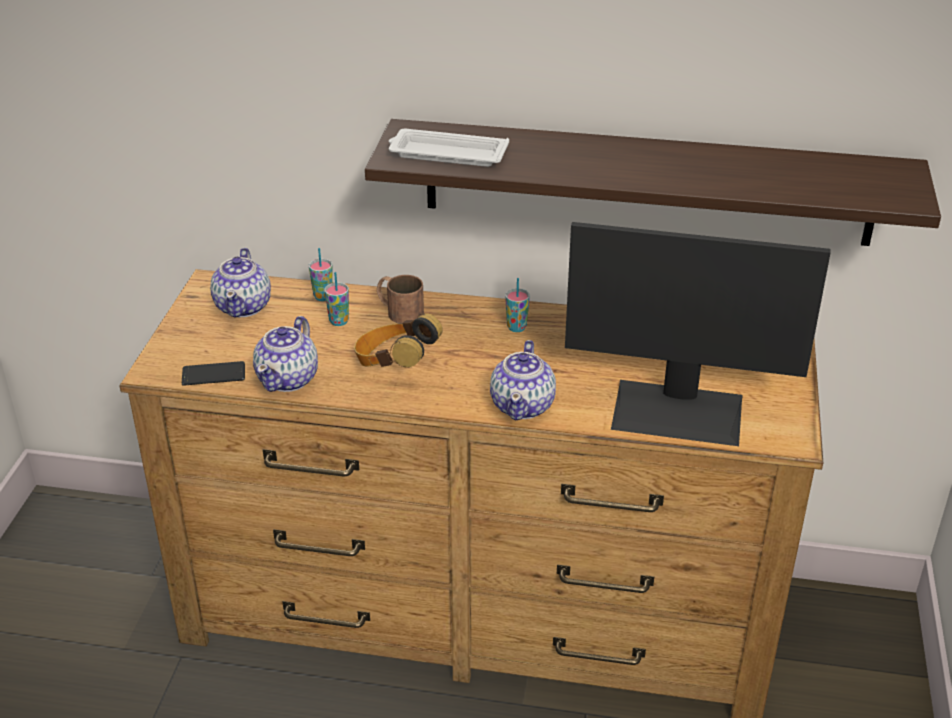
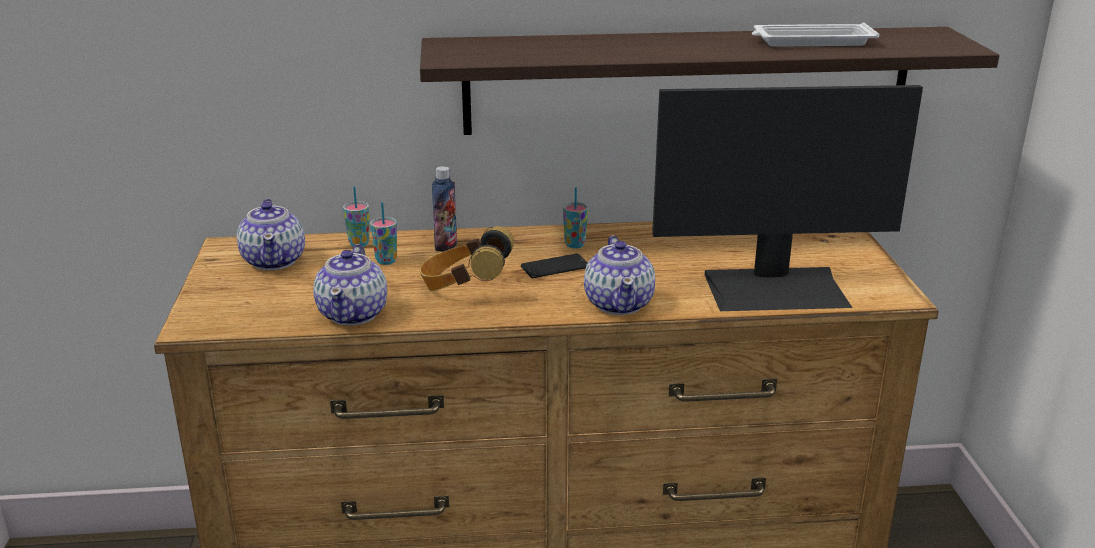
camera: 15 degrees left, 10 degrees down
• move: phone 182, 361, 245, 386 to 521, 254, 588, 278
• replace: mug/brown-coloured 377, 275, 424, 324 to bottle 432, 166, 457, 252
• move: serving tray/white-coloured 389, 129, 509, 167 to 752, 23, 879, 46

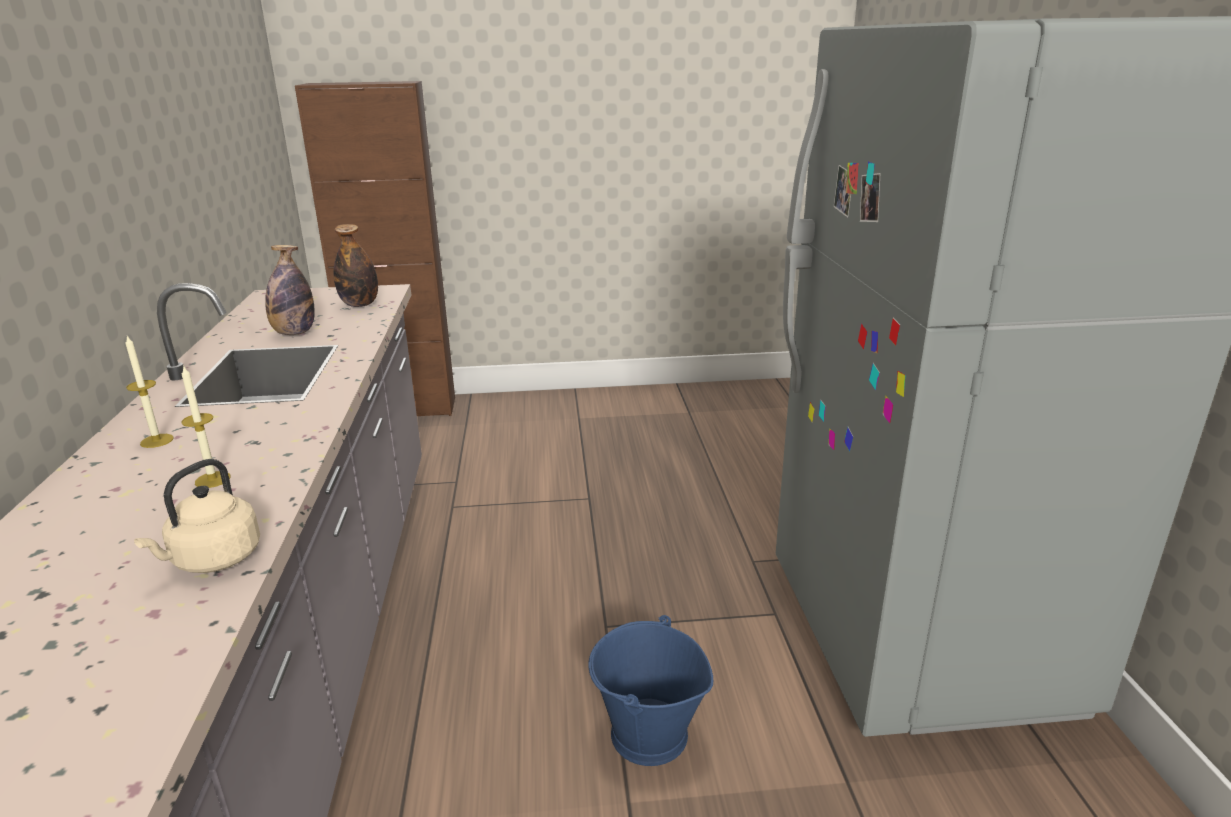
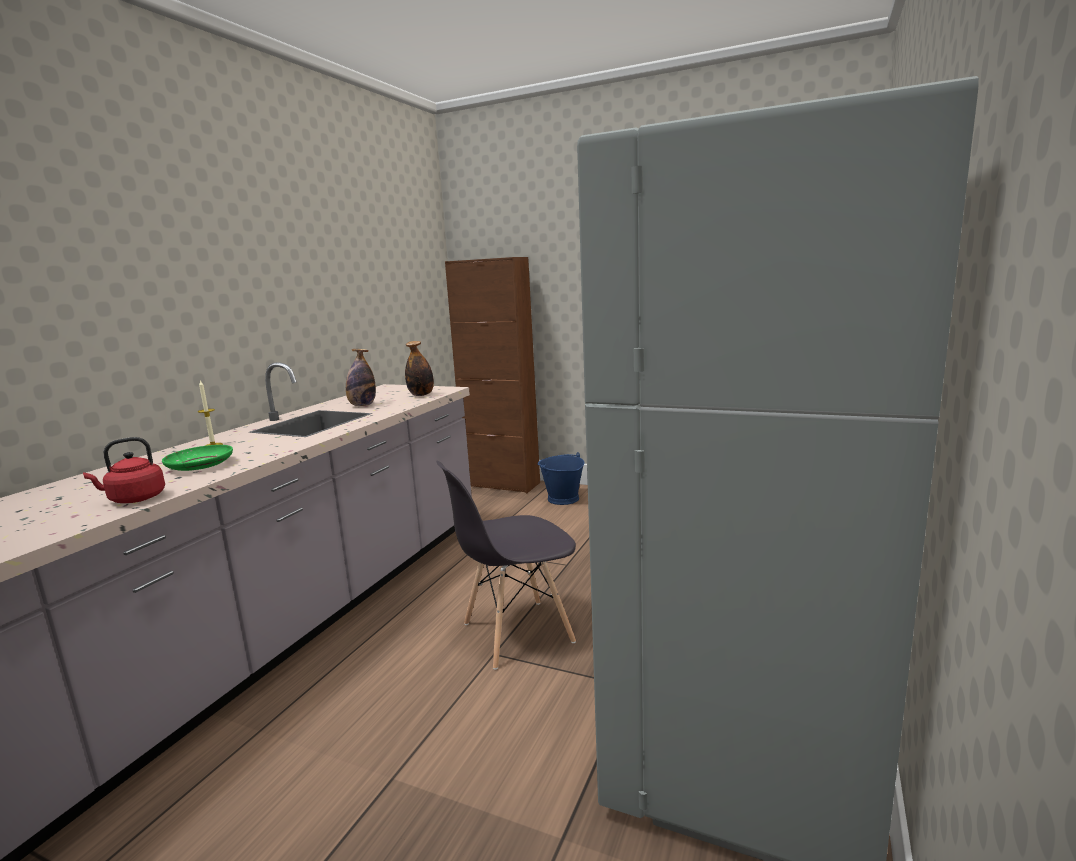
camera: 30 degrees right, 10 degrees down
• recolor: tea kettle/sand-coloured 134, 459, 260, 573 to tea kettle/red-coloured 83, 437, 165, 503
• replace: wax light 182, 365, 231, 488 to dinner plate/green-coloured 162, 445, 233, 471
• move: bucket/bluish 588, 615, 713, 766 to 537, 452, 584, 505
• insert: upright chair/gray 437, 461, 576, 670

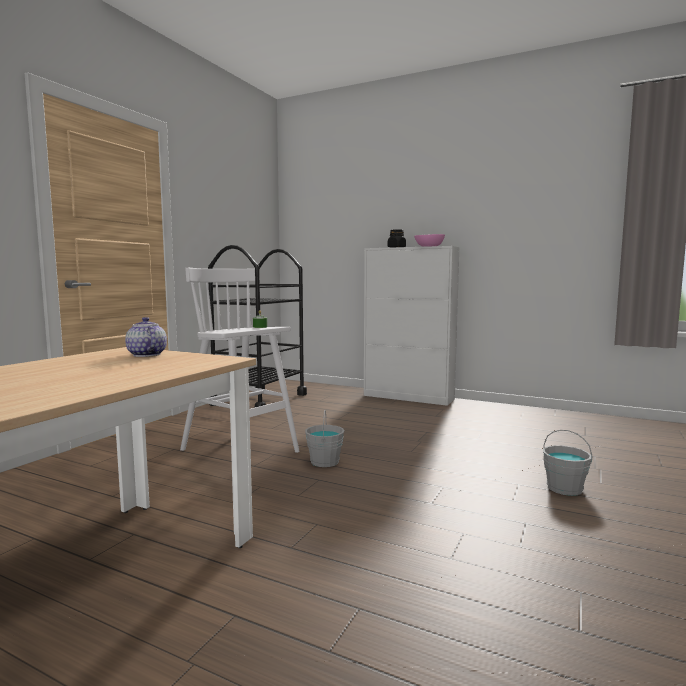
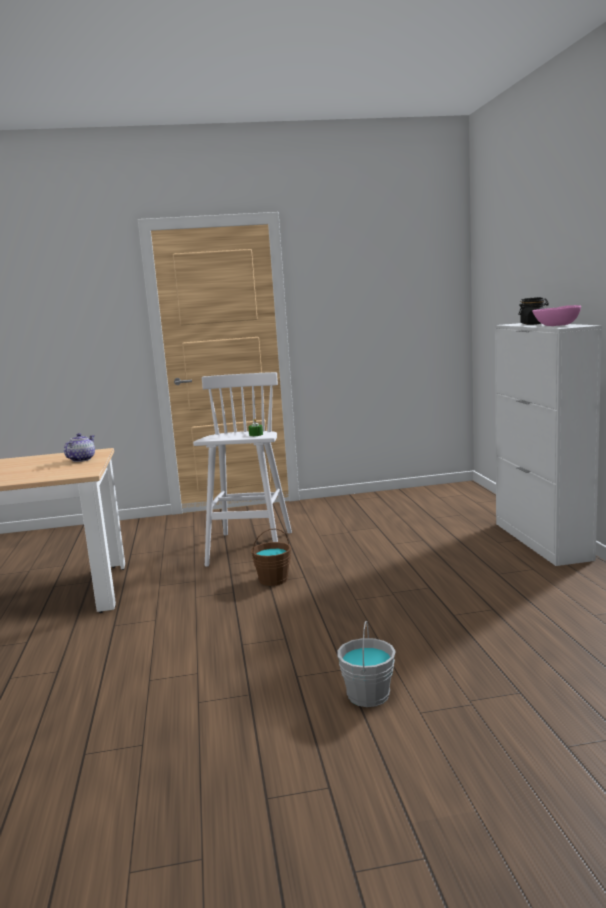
camera: 55 degrees right, 5 degrees up
• delete: trolley/blackish 208, 245, 307, 407
• recolor: bucket/gray 305, 410, 345, 467 to bucket/brown-coloured 251, 528, 291, 586

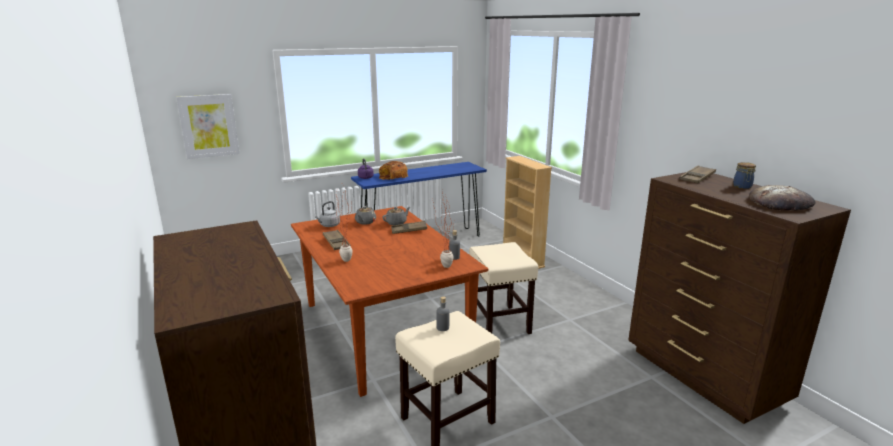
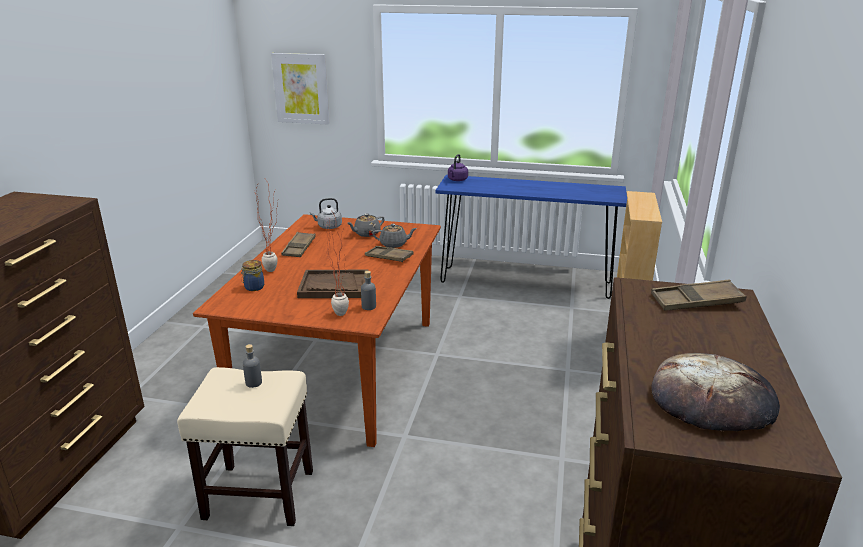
camera: 40 degrees right, 5 degrees up
• delete: bread 379, 161, 408, 180
• delete: sitting stool/sand-coloured 469, 242, 538, 334
• move: jar 733, 162, 756, 189 to 241, 260, 264, 291
• insert: serving tray/brown-coloured 297, 270, 368, 298

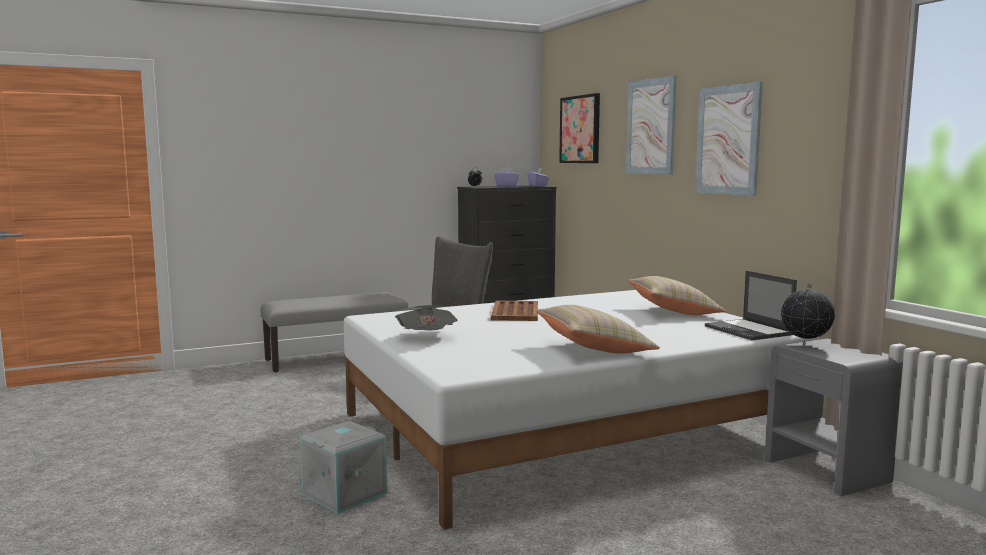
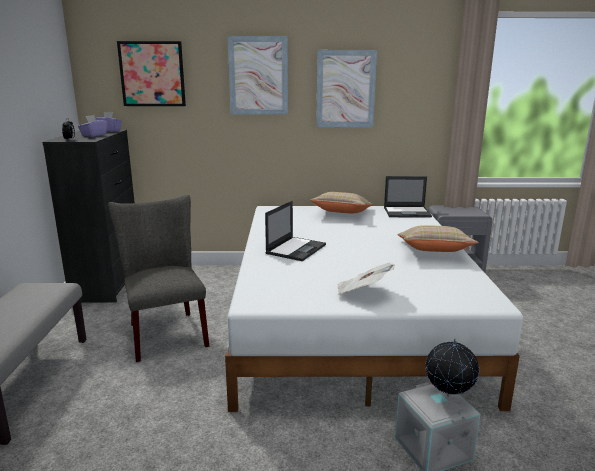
camera: 65 degrees left, 10 degrees up
• replace: serving tray/brown-coloured 491, 301, 538, 321 to laptop 265, 201, 326, 261
• move: globe 781, 283, 835, 345 to 426, 339, 479, 397

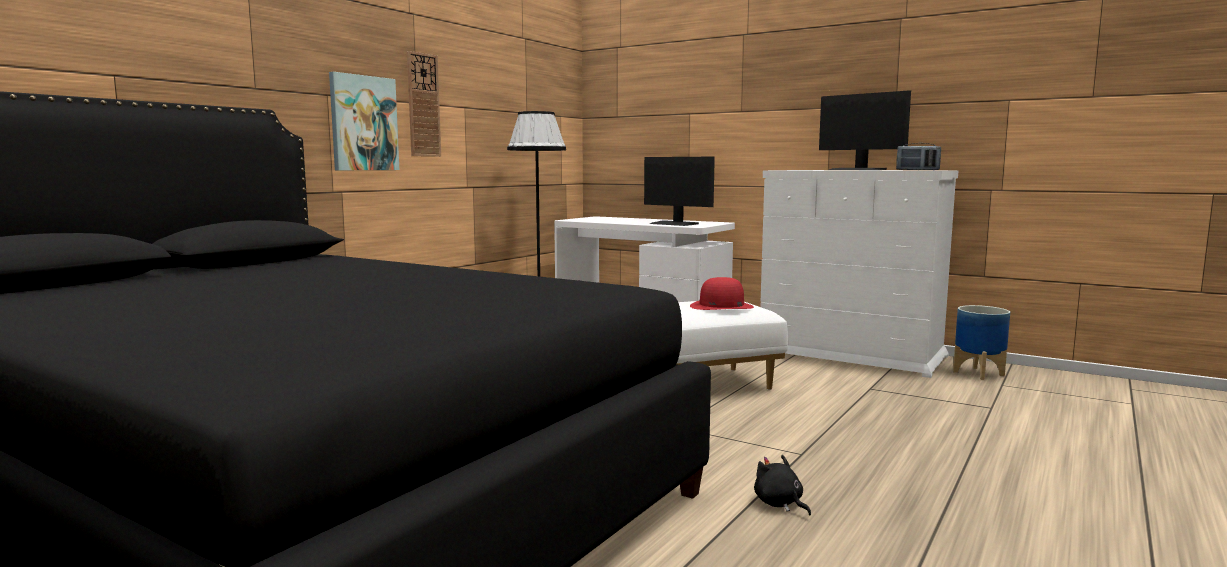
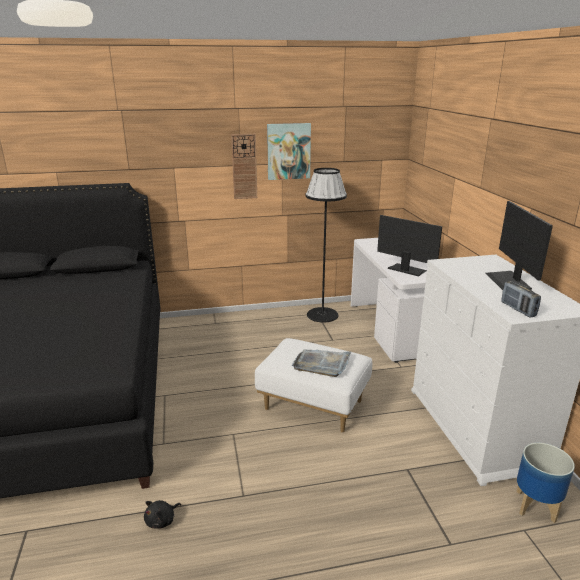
camera: 45 degrees right, 15 degrees up
• move: wall picture 329, 72, 399, 170 to 267, 123, 311, 180
• rotate: computer display 644, 157, 715, 226 = 377, 215, 442, 277 135 degrees clockwise
• replace: wearable hat/red-coloured 690, 277, 754, 310 to serving tray/gray 292, 349, 352, 377
• rotate: soft toy/blackish 754, 455, 811, 516 = 144, 500, 181, 529 150 degrees counterclockwise

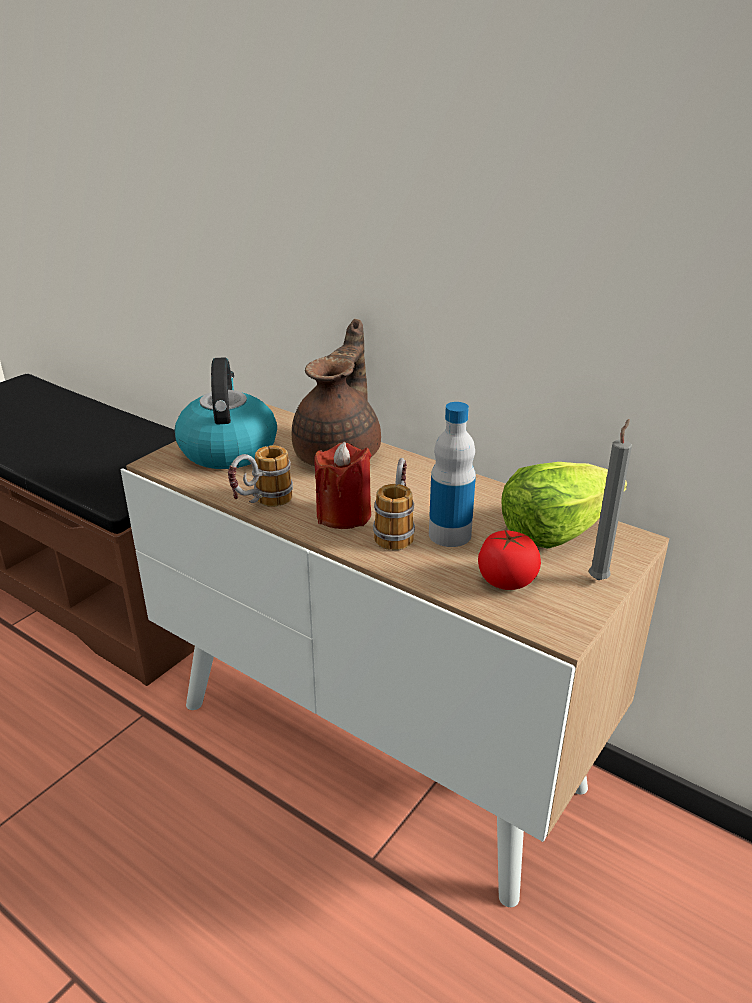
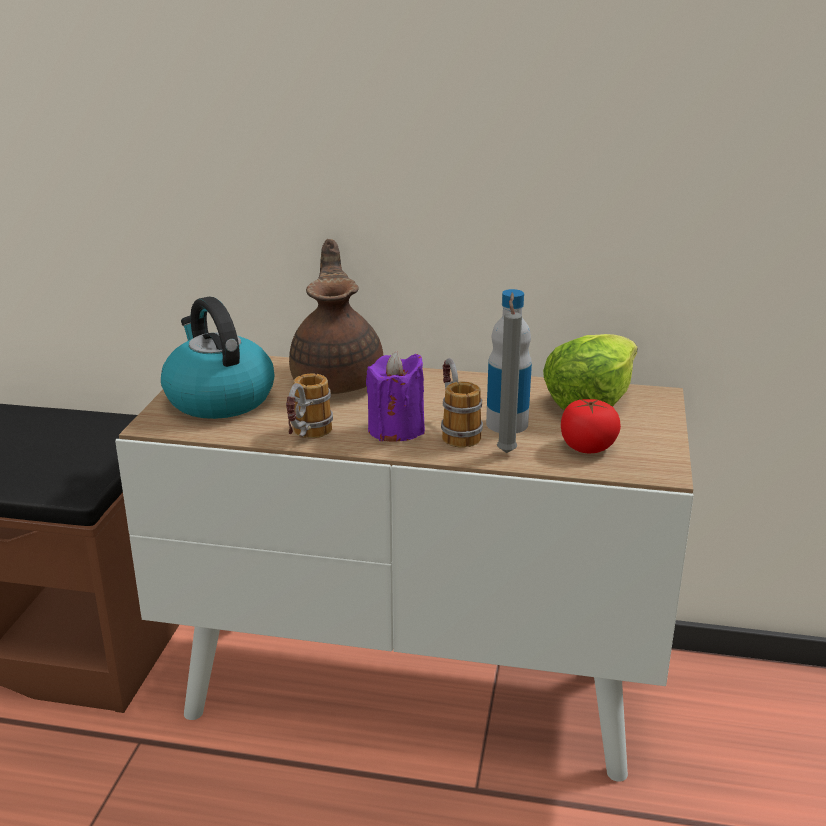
camera: 25 degrees left, 5 degrees down
• recolor: wax light/red-coloured 314, 442, 372, 529 to wax light/purplish 366, 351, 425, 442
• move: wax light/gray 589, 419, 632, 580 to 497, 292, 522, 453

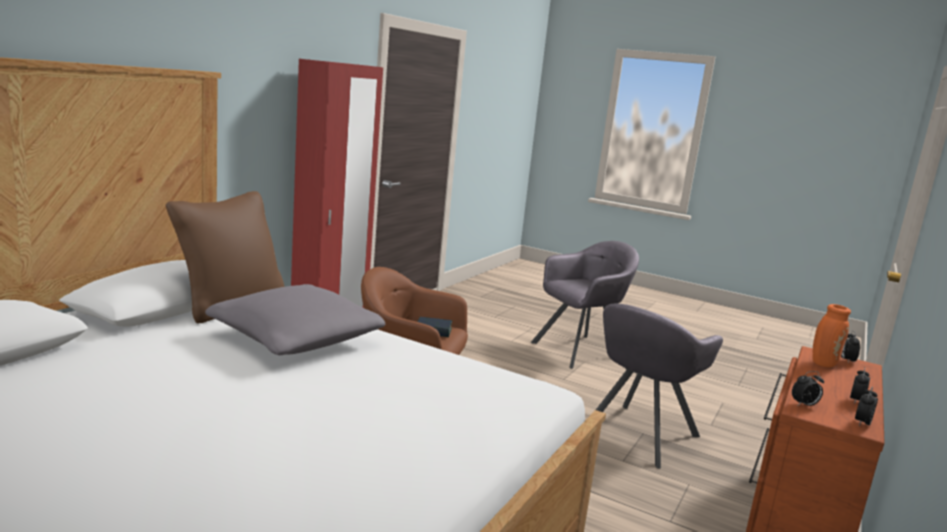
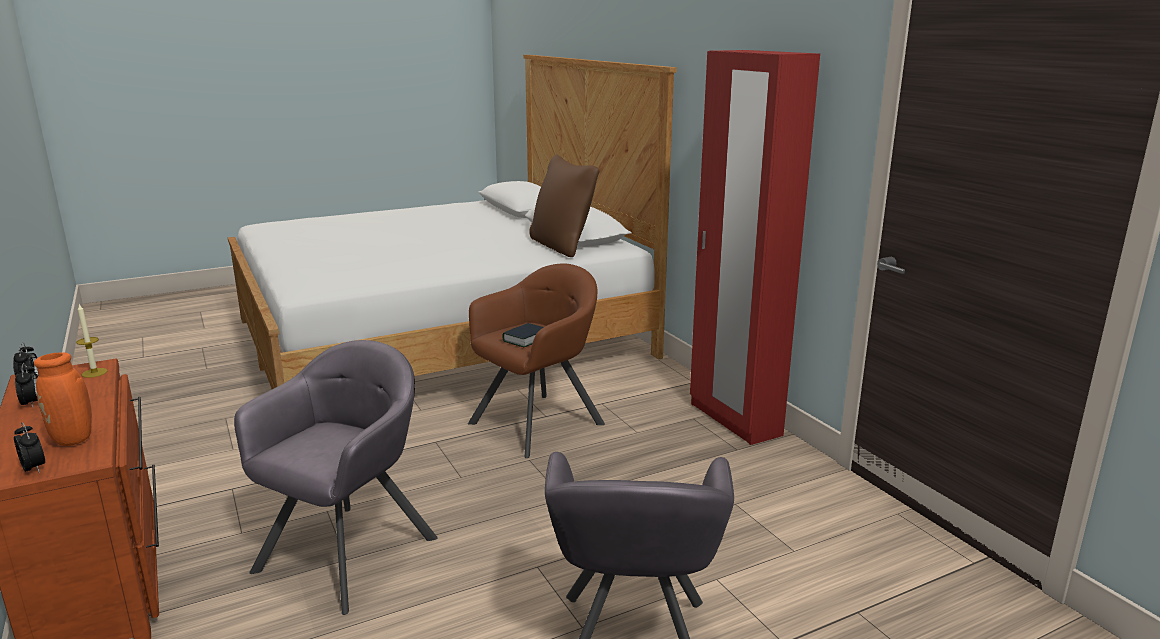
camera: 125 degrees right, 5 degrees up
• delete: pillow/gray 205, 284, 385, 355
• rotate: armchair/gray 596, 304, 723, 469 = 234, 340, 438, 615 45 degrees clockwise
• replace: table clock 792, 371, 824, 406 to wax light 76, 304, 107, 378

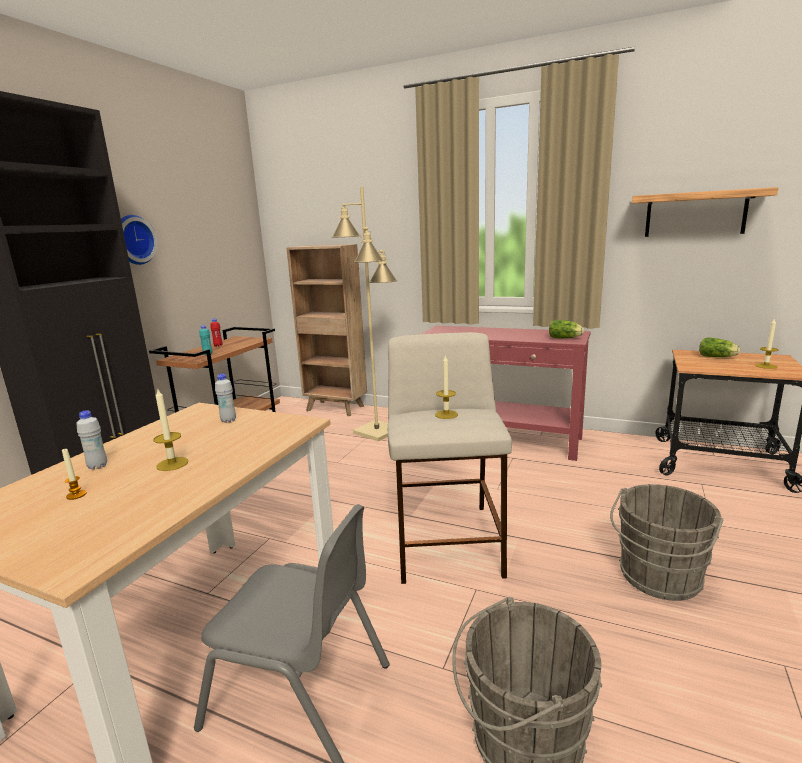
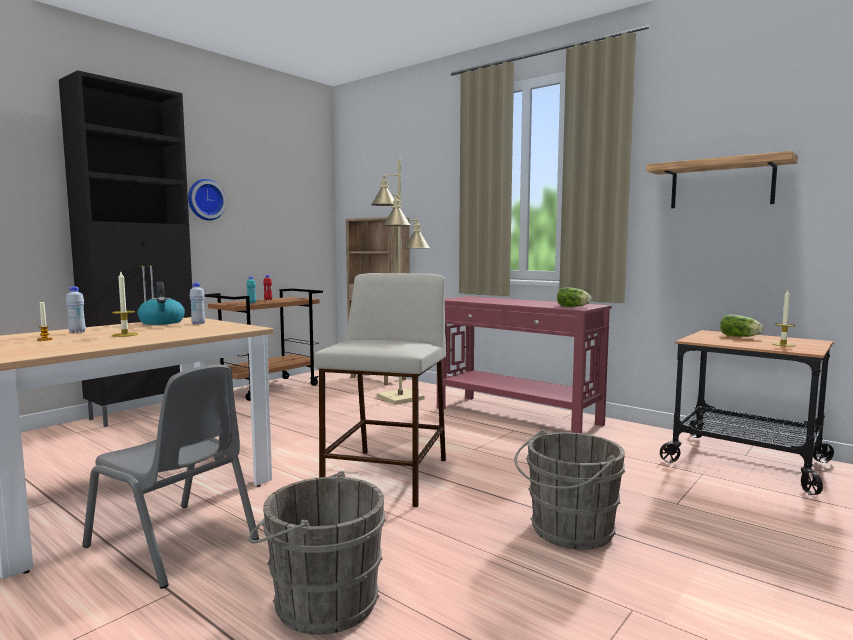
camera: 15 degrees right, 10 degrees down
• delete: wax light 435, 354, 458, 419
• insert: tea kettle 137, 282, 185, 325

